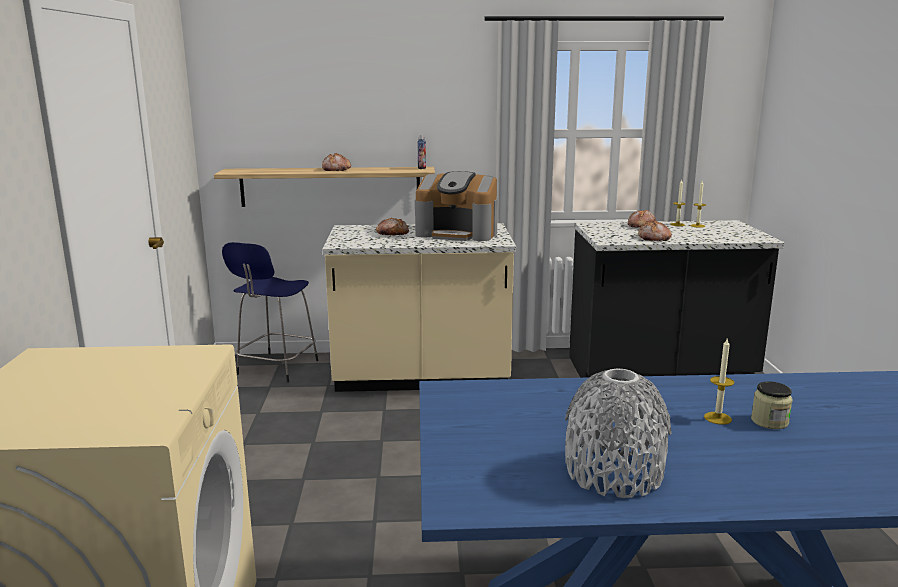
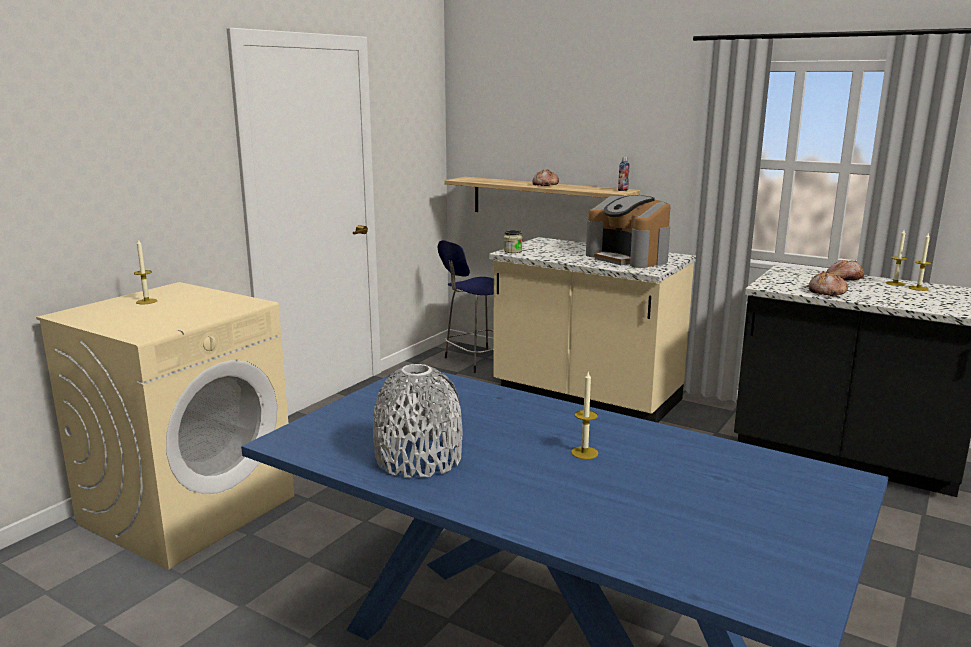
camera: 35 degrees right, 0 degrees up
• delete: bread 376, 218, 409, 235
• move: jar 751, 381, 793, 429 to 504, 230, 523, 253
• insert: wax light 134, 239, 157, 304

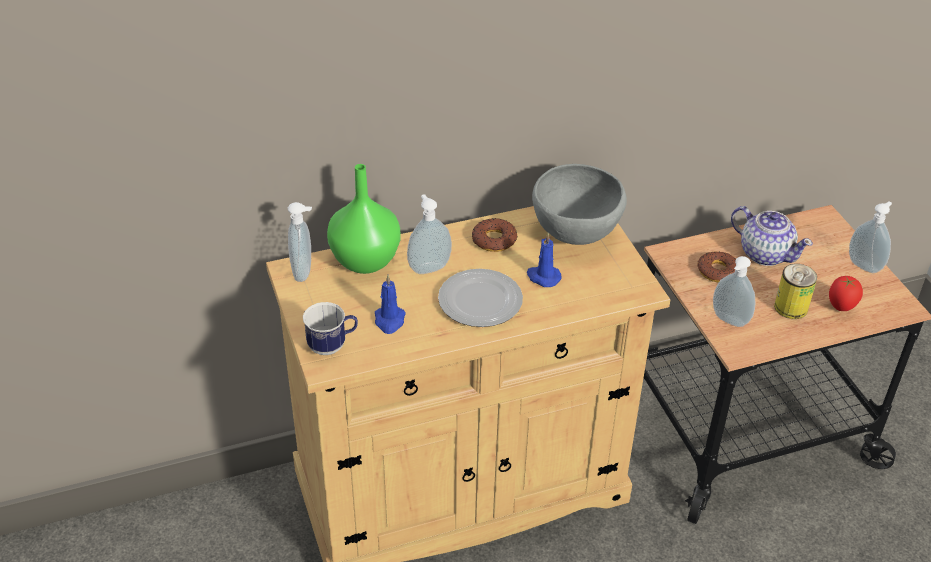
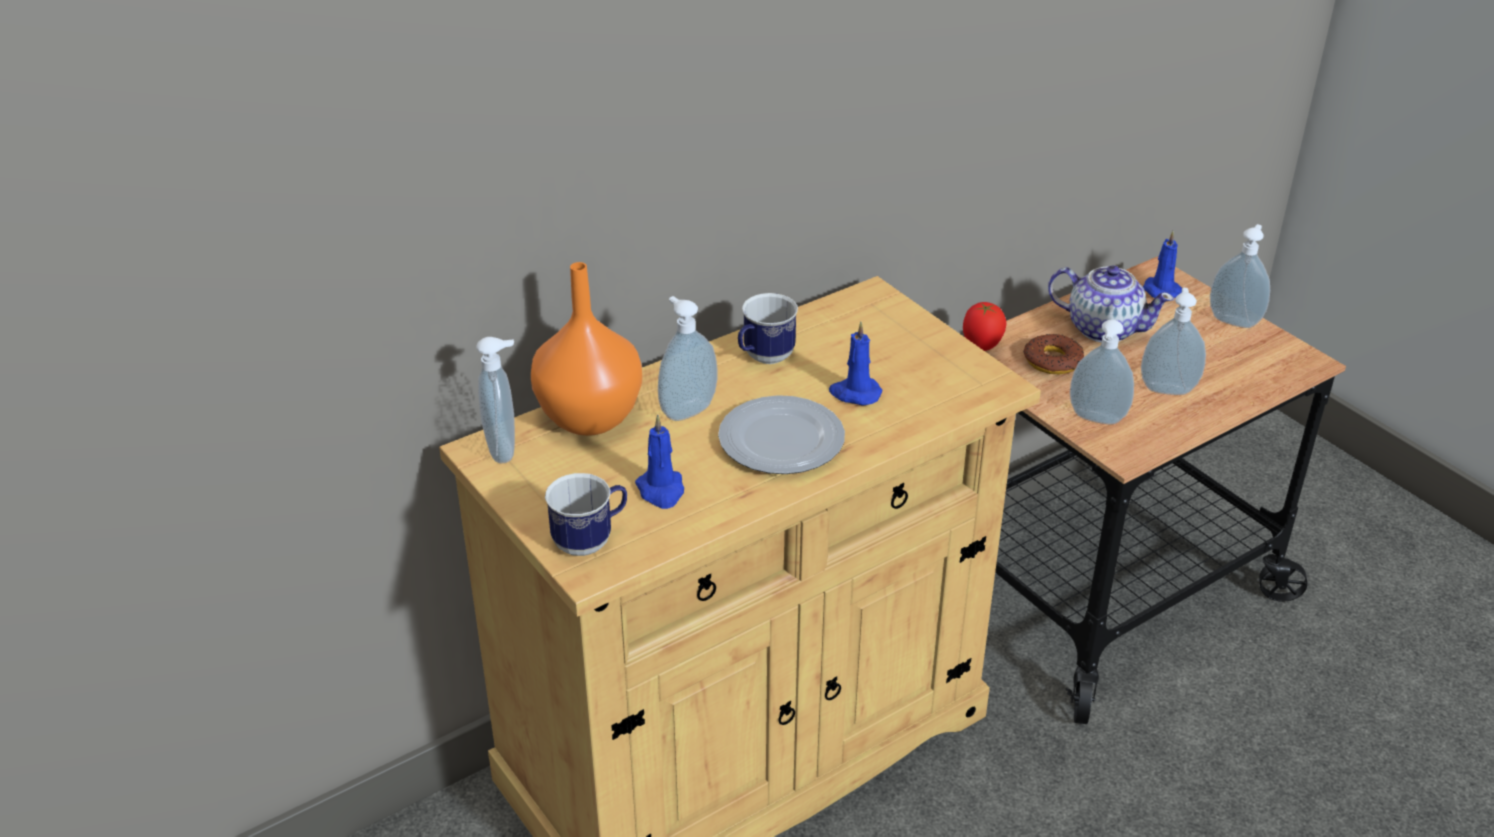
camera: 15 degrees left, 5 degrees down
• recolor: flower vase/green-coloured 327, 164, 401, 274 to flower vase/orange-coloured 531, 262, 642, 436
• replace: doughnut 472, 218, 517, 252 to mug 738, 293, 798, 364
• delete: deep dish/gray 532, 164, 627, 245
• replace: sealed can 774, 264, 817, 319 to soap bottle 1141, 288, 1206, 395
• move: tomato 829, 276, 863, 311 to 963, 302, 1006, 351
• insert: wax light/bluish 1143, 231, 1182, 298

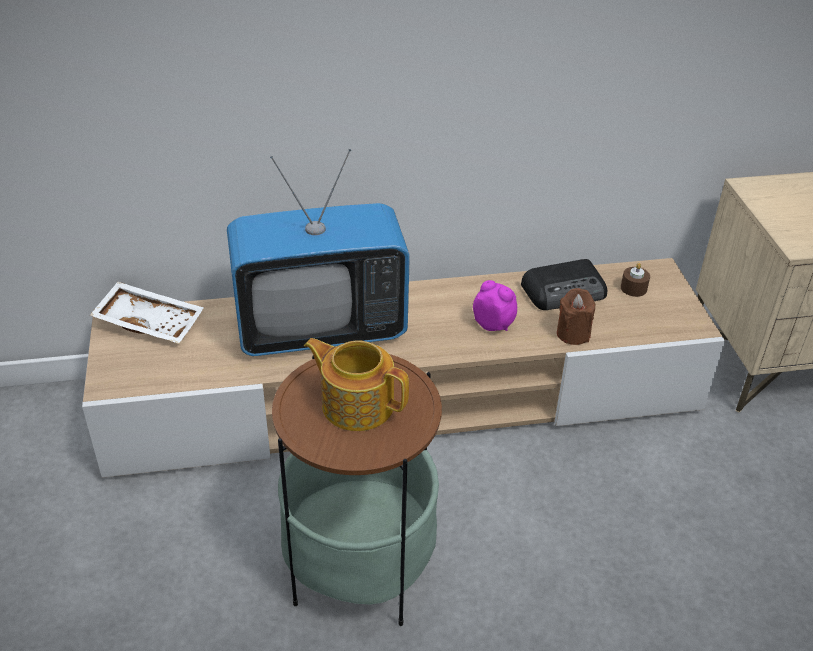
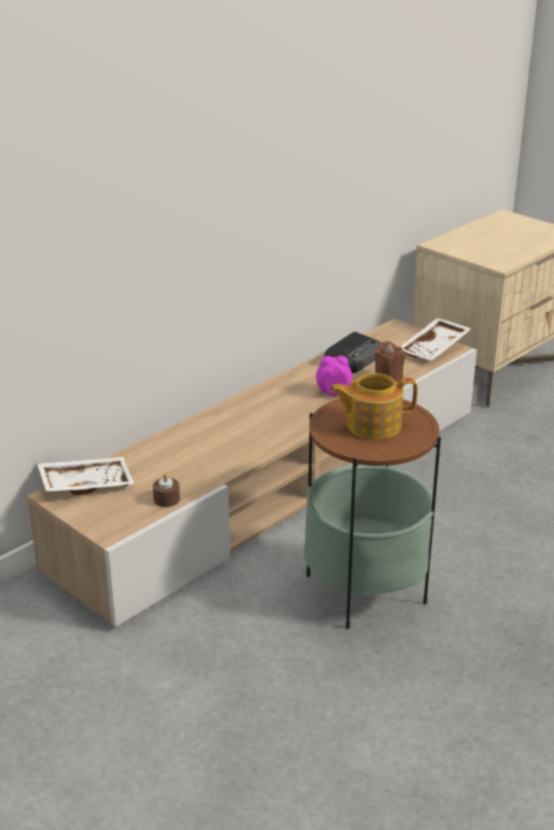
camera: 35 degrees left, 10 degrees down
• delete: TV 227, 149, 410, 356
• move: wax light/brown-coloured 621, 263, 650, 297 to 153, 473, 180, 507
• insert: serving tray/white-coloured 400, 318, 472, 360

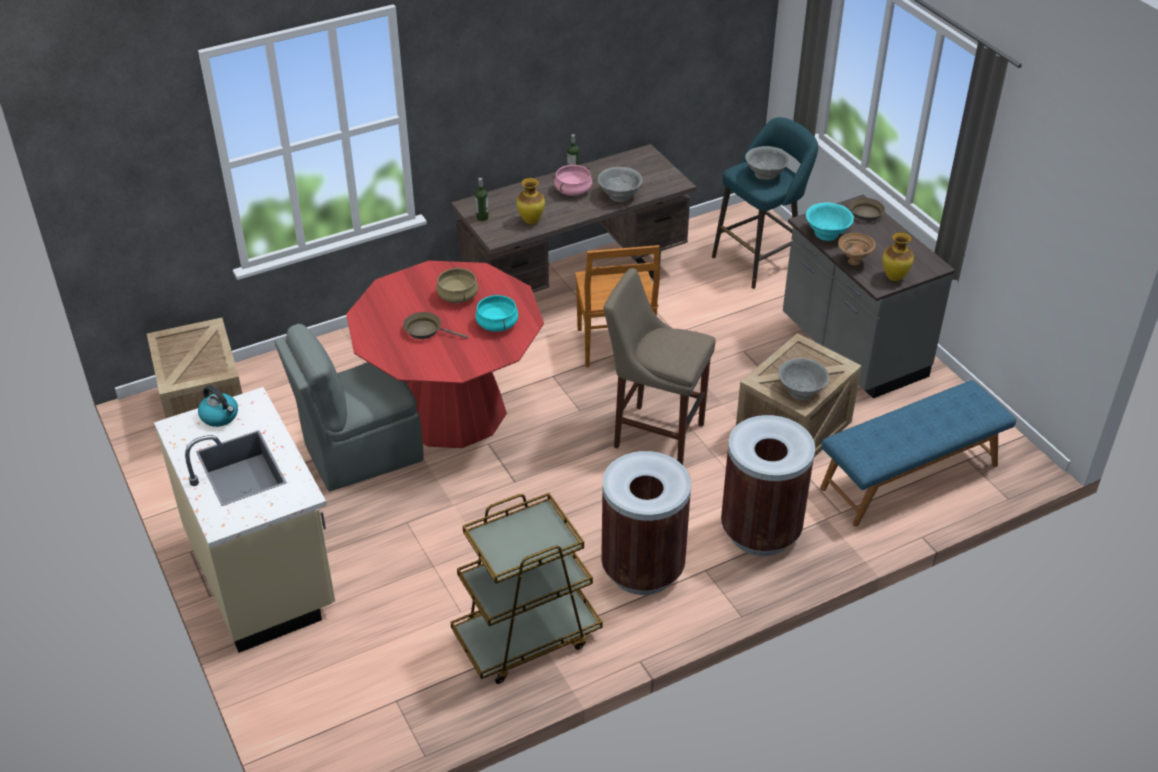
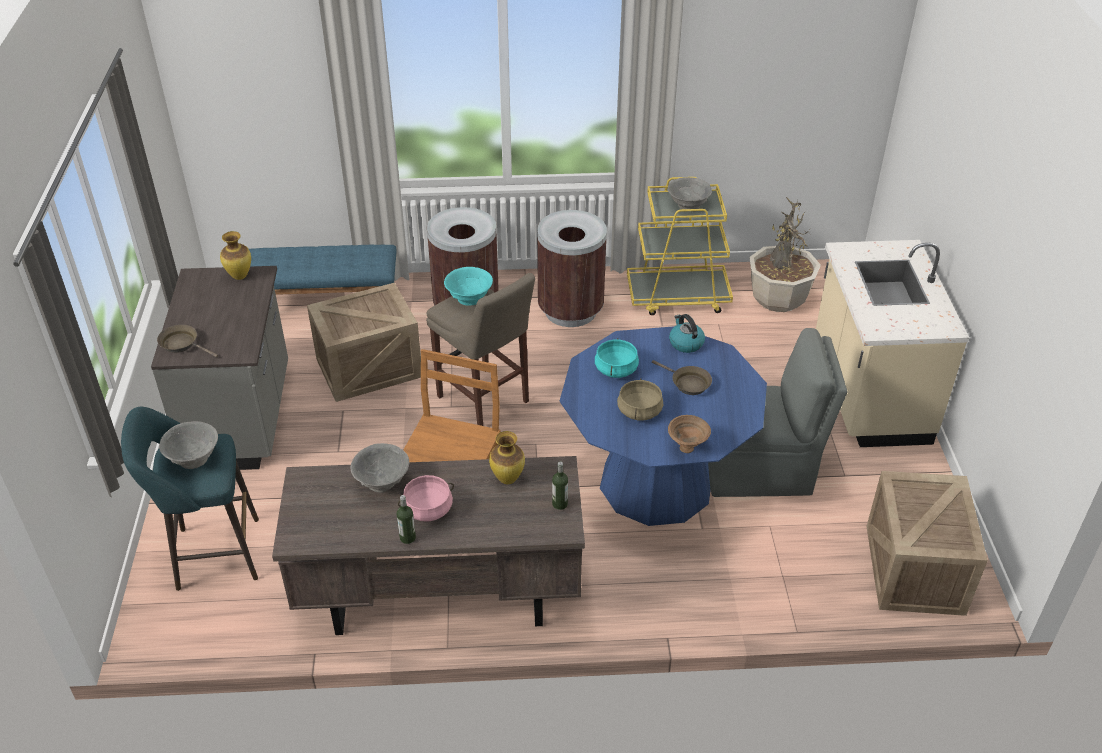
camera: 155 degrees left, 0 degrees up
• move: tea kettle 198, 385, 238, 427 to 669, 314, 705, 353
• recolor: dinner table/red-coloured 346, 261, 544, 448 to dinner table/bluish 560, 326, 767, 526
• recolor: trolley/brown-coloured 450, 493, 603, 684 to trolley/yellow-coloured 627, 177, 733, 315
• move: deep dish/gray 778, 358, 829, 400 to 668, 177, 712, 212
• move: deep dish/blue-green 806, 203, 854, 241 to 444, 267, 493, 306
• move: deep dish/brown-coloured 838, 233, 876, 266 to 668, 415, 711, 453
• insert: plant in a pot 749, 197, 821, 312

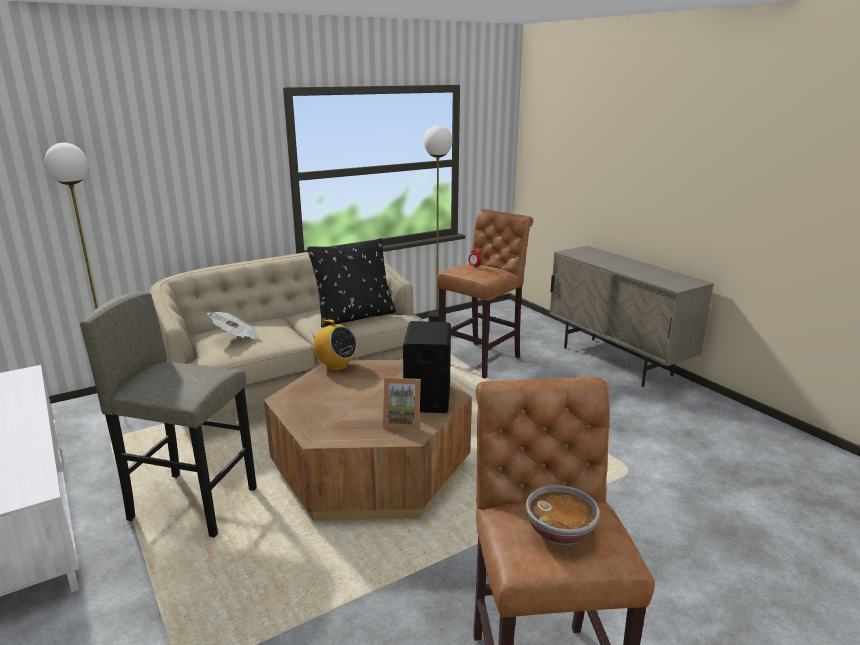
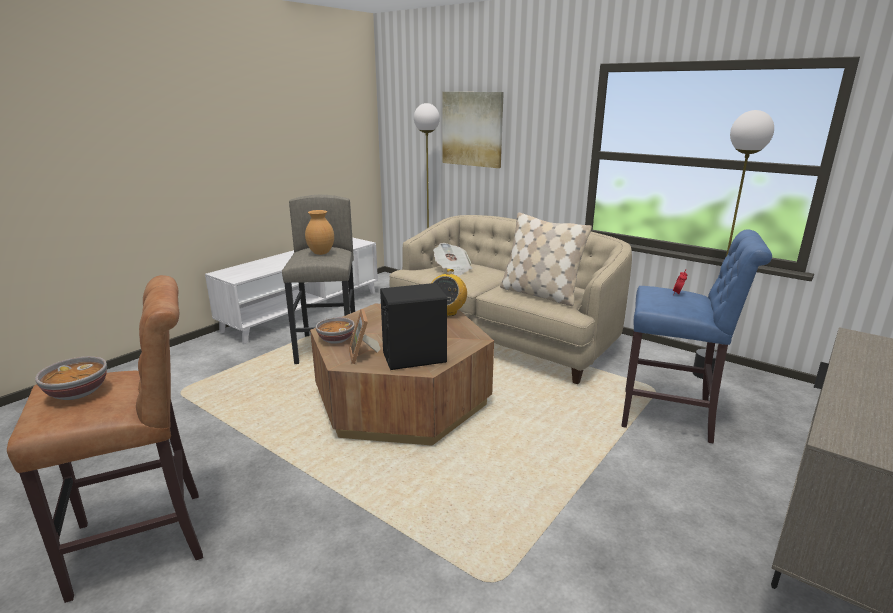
camera: 70 degrees right, 0 degrees up
• recolor: pillow/blackish 307, 238, 396, 328 to pillow/sand-coloured 500, 213, 592, 306
• recolor: sitting stool/brown-coloured 437, 209, 533, 378 to sitting stool/bluish 621, 229, 772, 444
• insert: flower vase/brown-coloured 305, 210, 334, 255
• insert: deep dish 316, 317, 355, 344
• insert: wall picture 442, 92, 504, 168

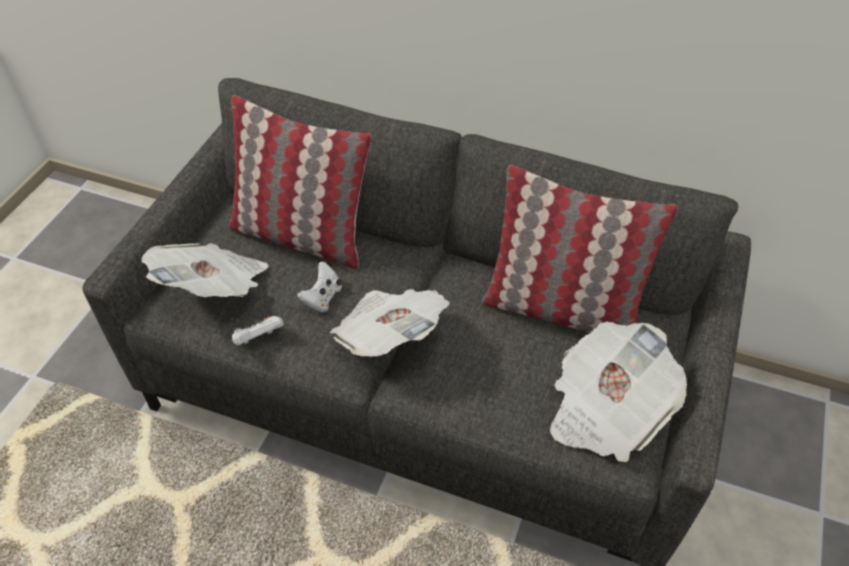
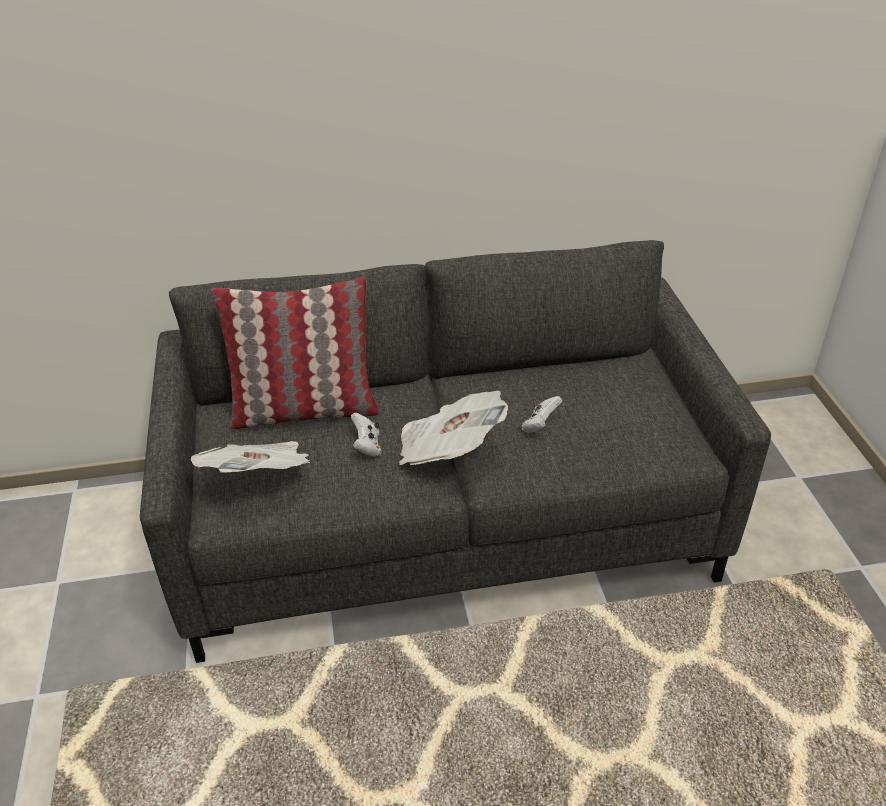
camera: 30 degrees left, 10 degrees down
• move: joypad/white-coloured 232, 316, 284, 346 to 521, 396, 562, 433
• delete: pillow 481, 165, 677, 333
• delete: printed paper 550, 321, 687, 462

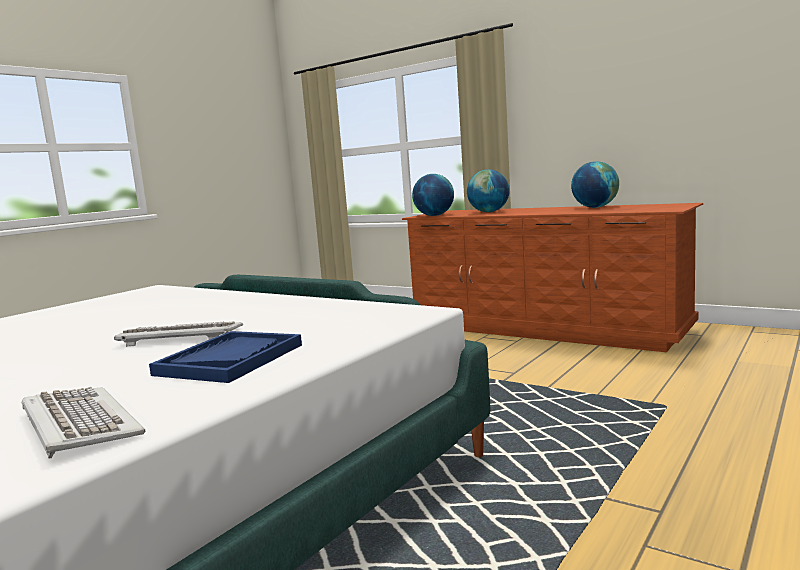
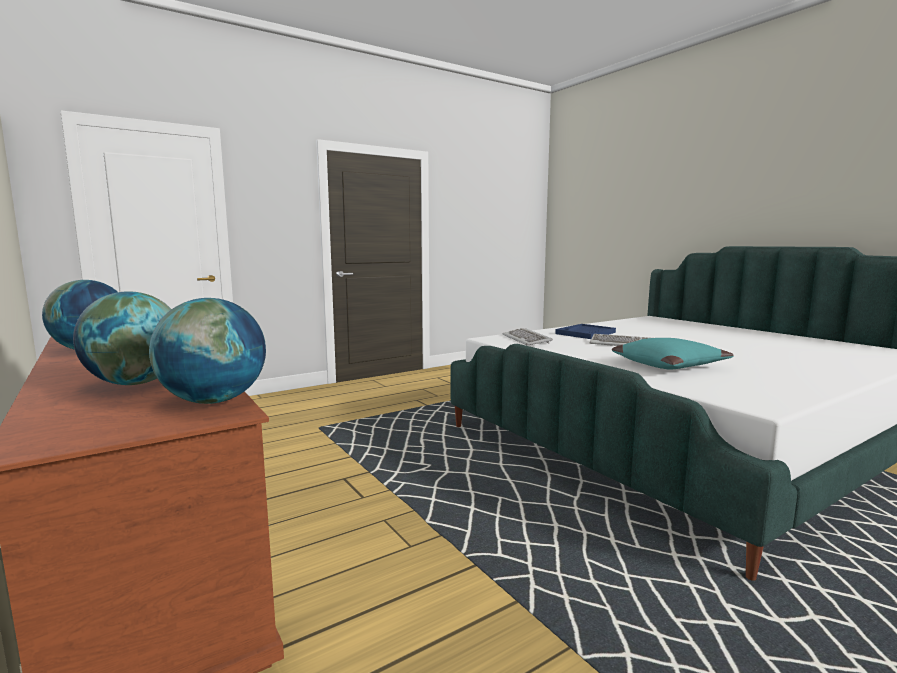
camera: 160 degrees left, 0 degrees up
• move: PC keyboard 22, 387, 146, 459 to 502, 328, 553, 345
• insert: pillow/blue-green 612, 338, 734, 369

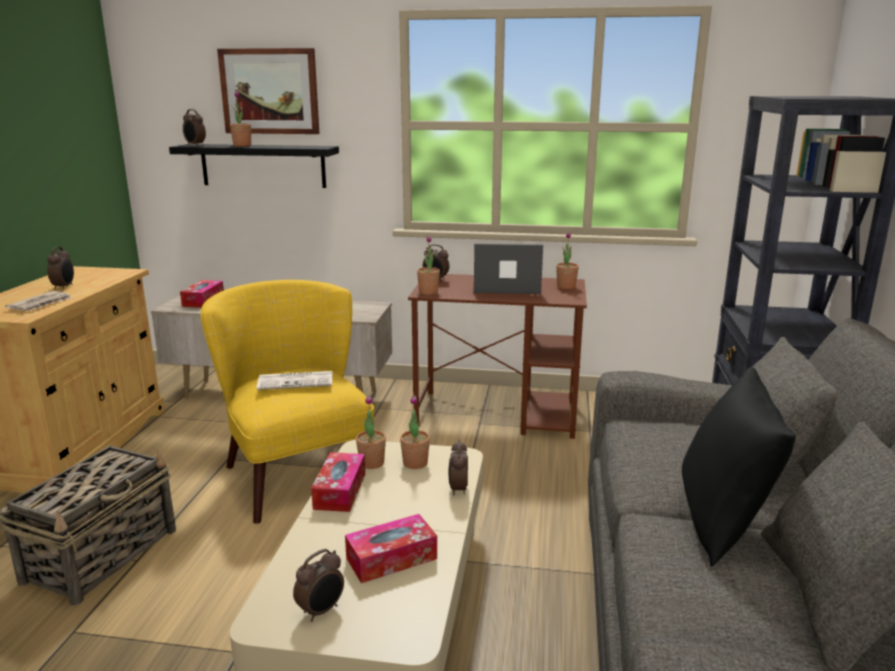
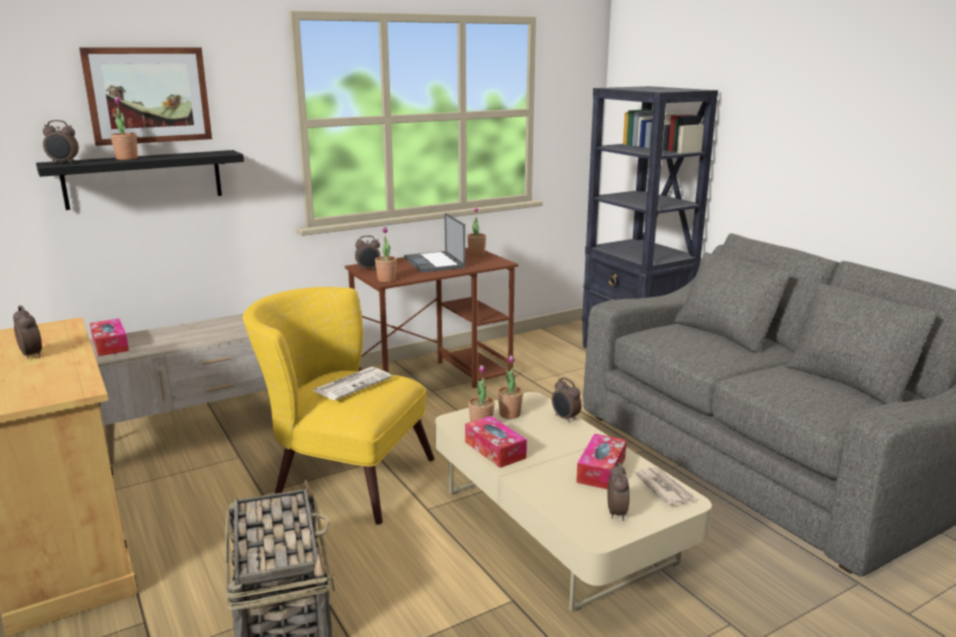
camera: 40 degrees left, 0 degrees up
• move: printed paper 5, 291, 72, 311 to 634, 467, 696, 506
• rotate: laptop 474, 244, 543, 294 = 404, 213, 465, 273 75 degrees counterclockwise
• delete: pillow/blackish 682, 367, 796, 567

